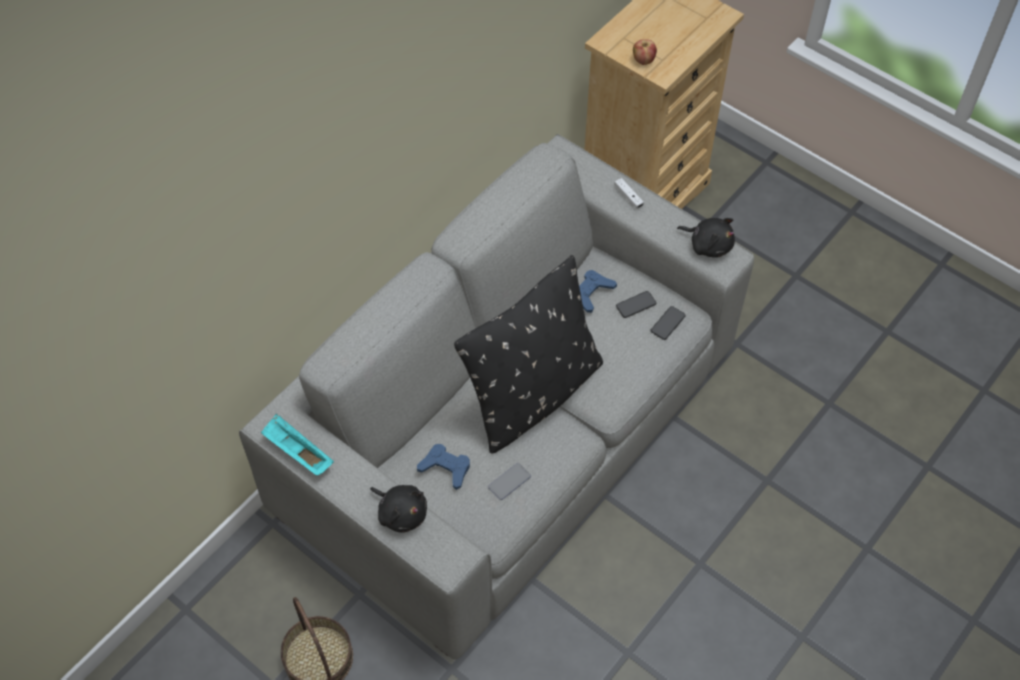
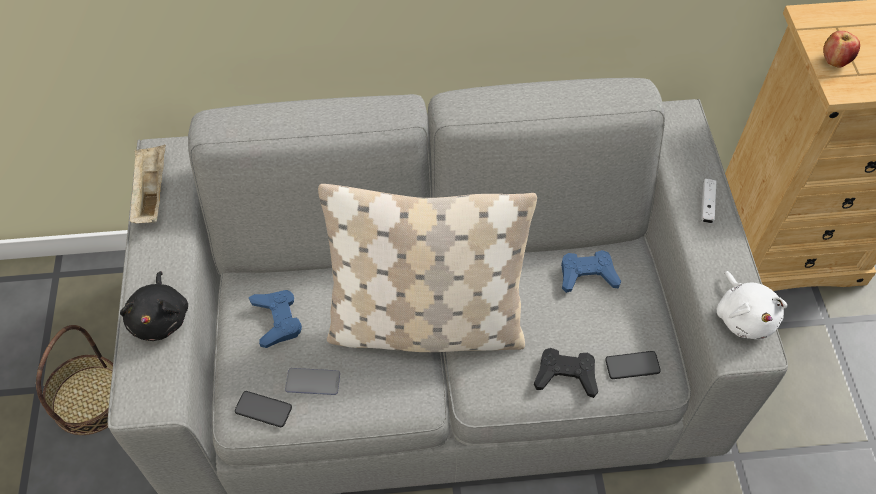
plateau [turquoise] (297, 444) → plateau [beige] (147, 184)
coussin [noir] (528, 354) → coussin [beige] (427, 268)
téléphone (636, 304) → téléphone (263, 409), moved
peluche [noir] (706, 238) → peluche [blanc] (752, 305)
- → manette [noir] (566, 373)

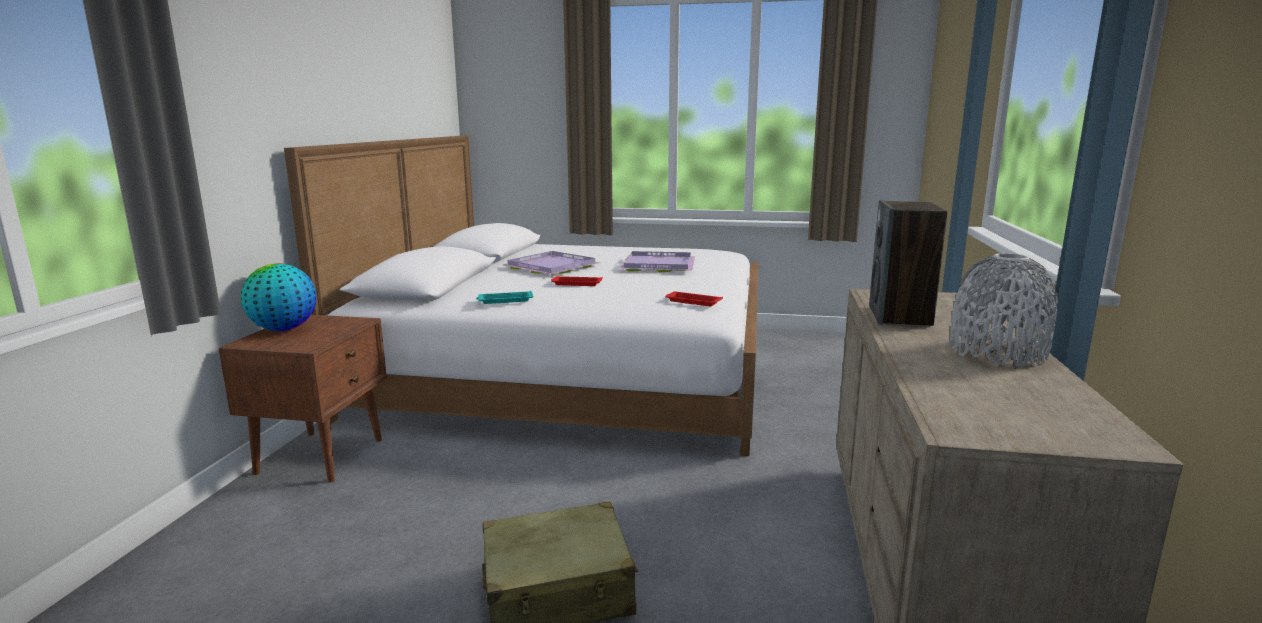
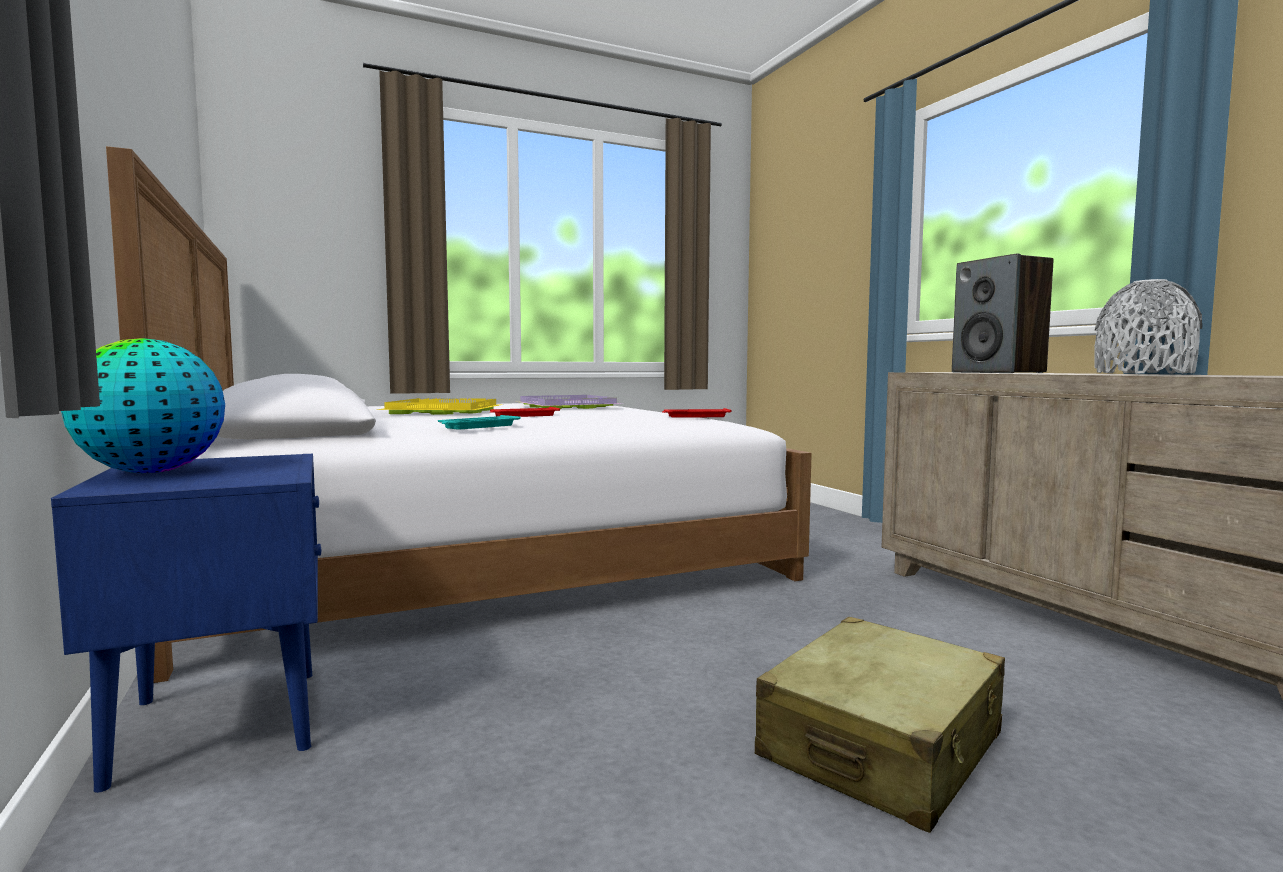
table de chevet [marron] (302, 398) → table de chevet [bleu] (186, 623)
plateau [violet] (552, 263) → plateau [jaune] (437, 406)

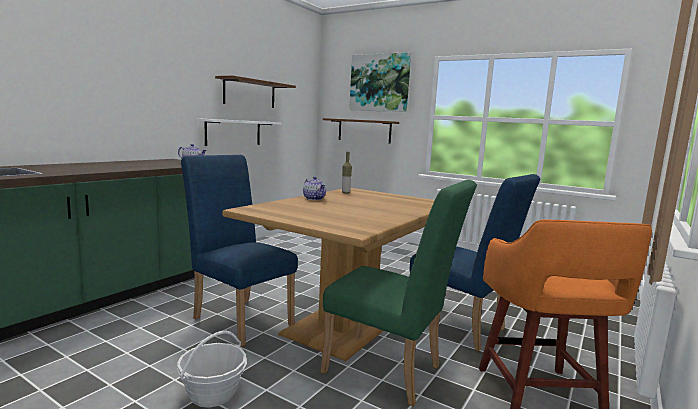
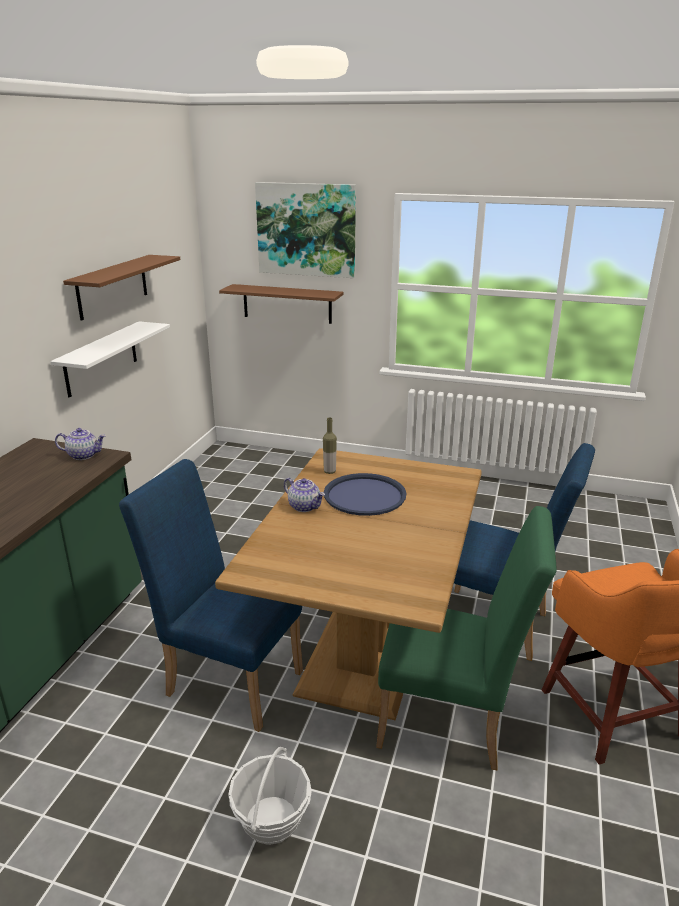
- → plateau [bleu] (365, 494)

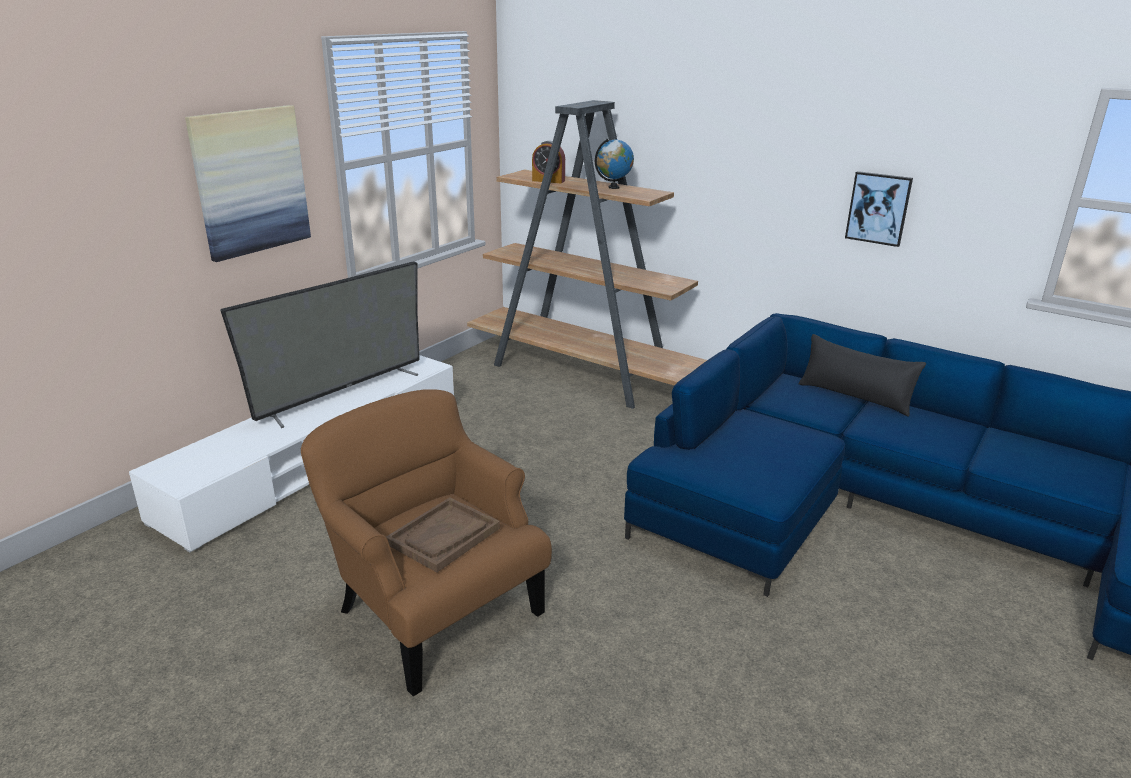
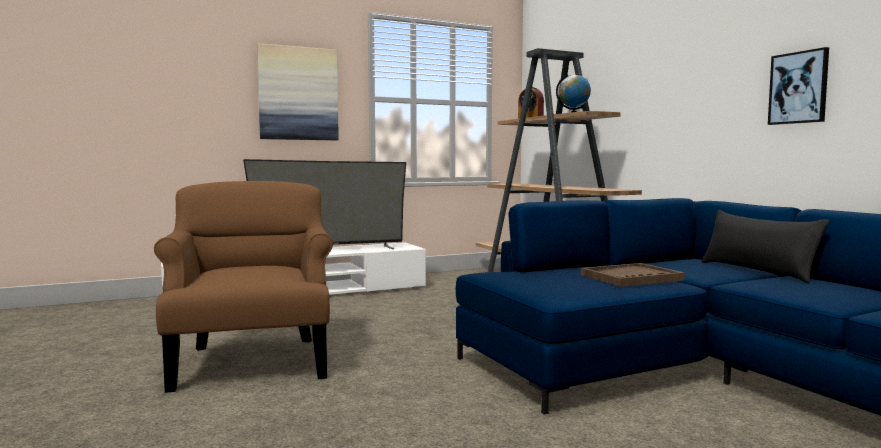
plateau [marron] (443, 534) → plateau [marron] (633, 275), moved

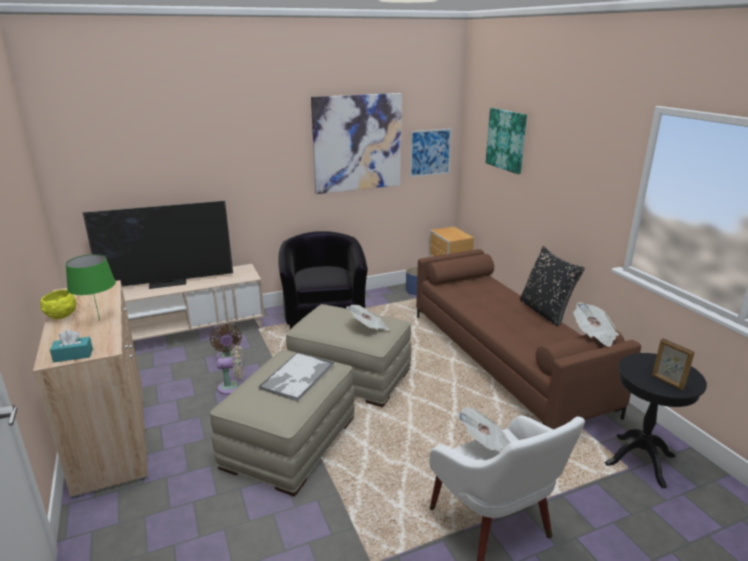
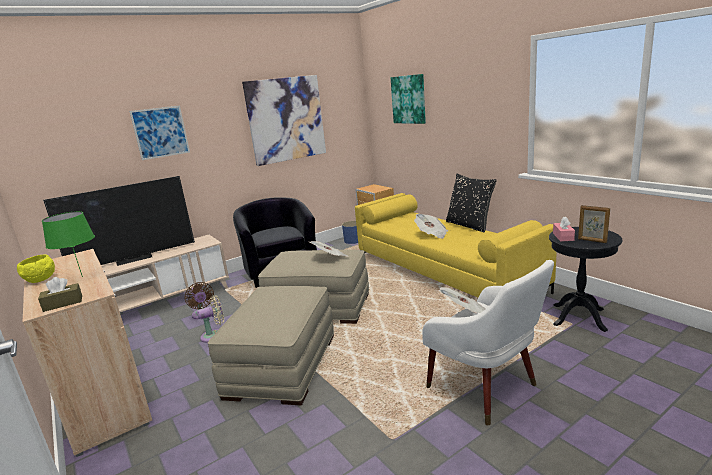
boîte à mouchoirs [turquoise] (71, 346) → boîte à mouchoirs [marron] (60, 294)
plateau (296, 377) → -
tableau (431, 152) → tableau (159, 132), moved
canapé [marron] (528, 339) → canapé [jaune] (456, 245)
journal (596, 324) → journal (431, 226), moved
- → boîte à mouchoirs [rose] (564, 228)

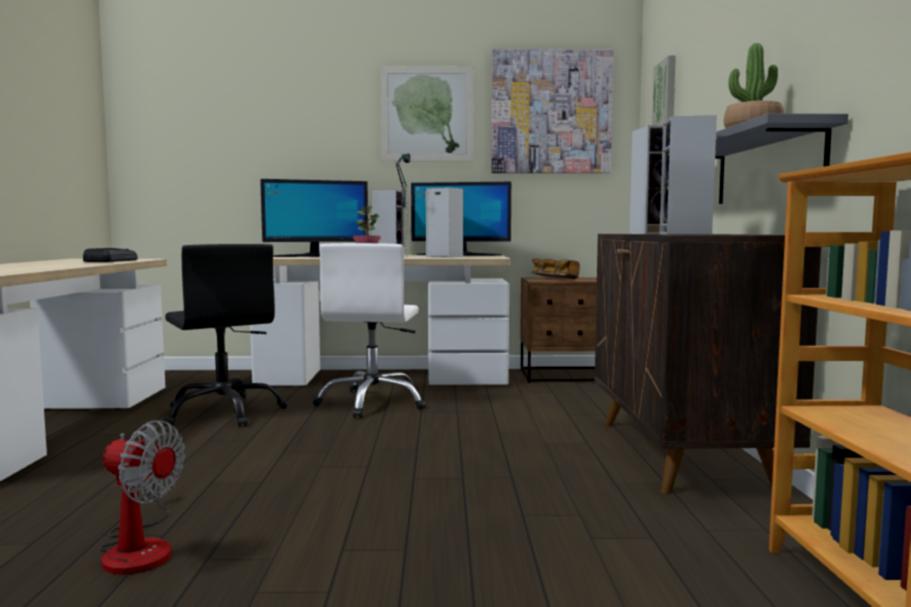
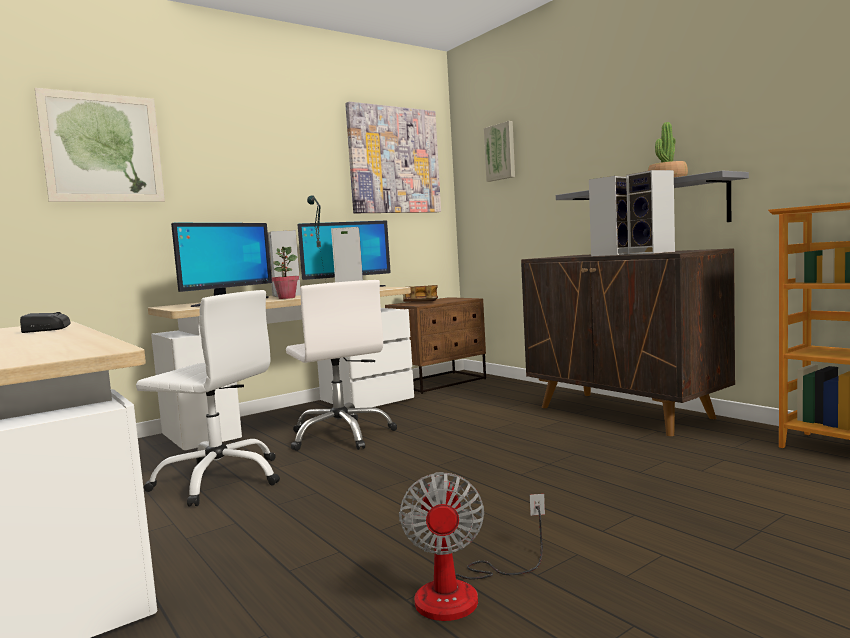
ventilateur (142, 497) → ventilateur (472, 546), 105 degrees clockwise
chaise de bureau [noir] (225, 335) → chaise de bureau [blanc] (208, 398)
tableau (427, 114) → tableau (100, 145), moved

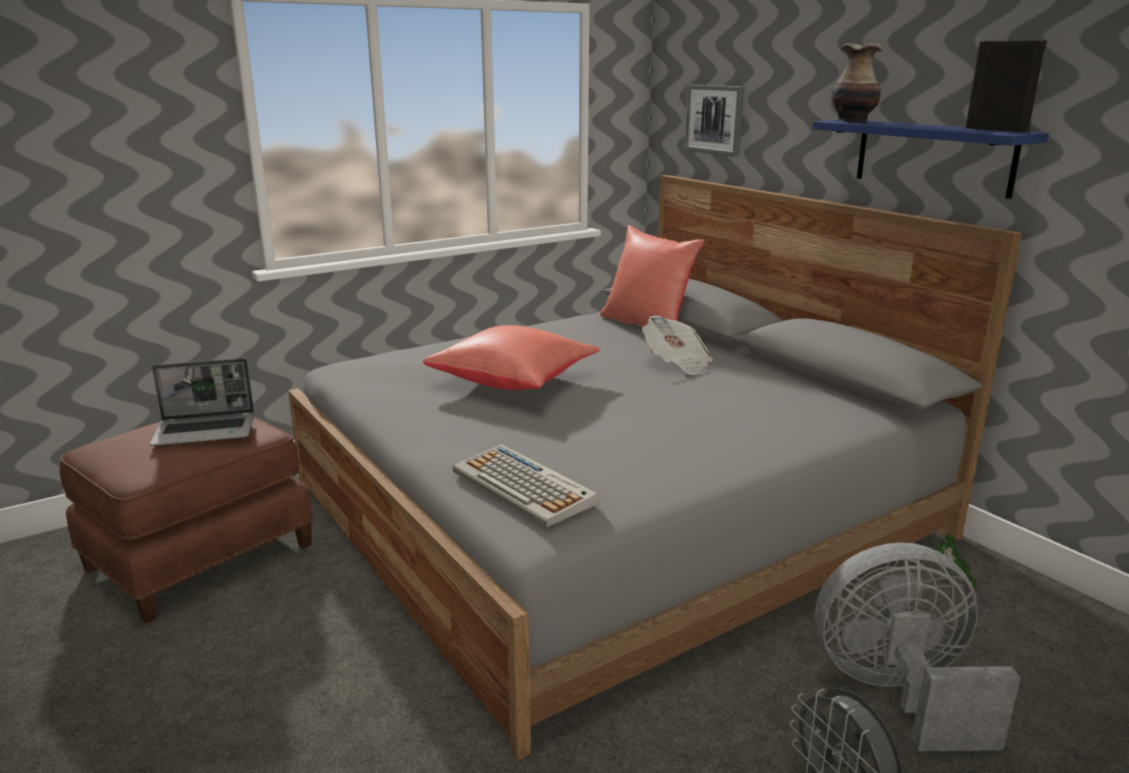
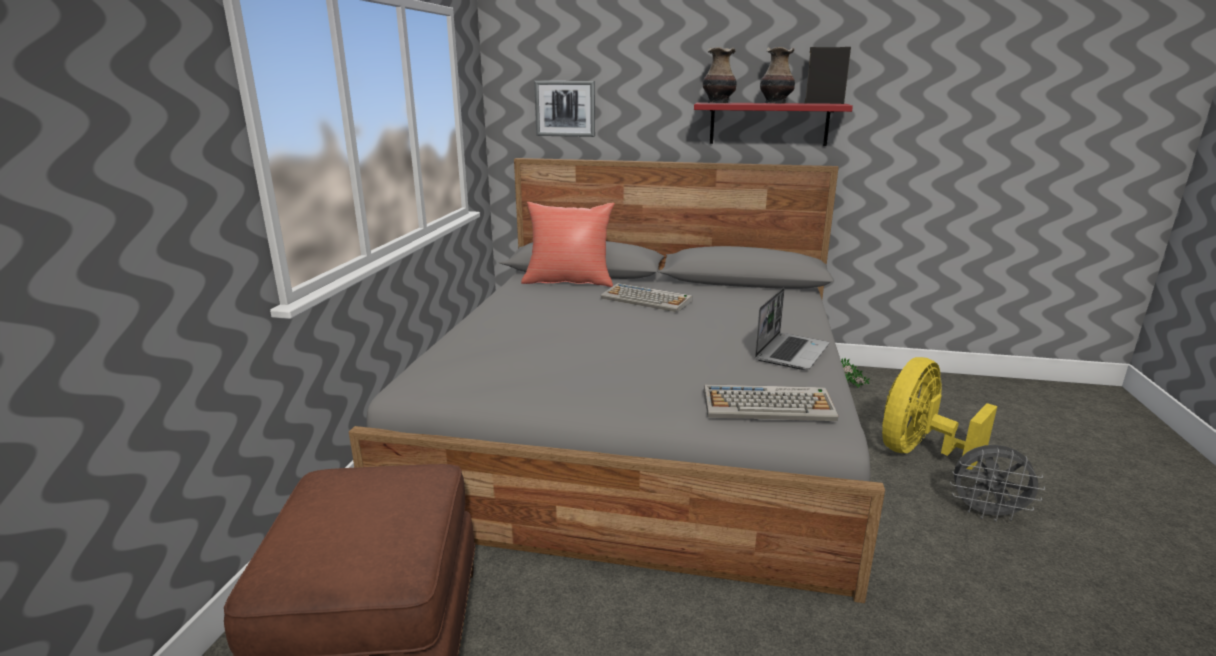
ordinateur portable (202, 402) → ordinateur portable (792, 328), moved
coussin [rouge] (511, 357) → -
journal (677, 345) → clavier (647, 297)
étagère [bleu] (930, 159) → étagère [rouge] (773, 124)
ventilateur [gris] (917, 647) → ventilateur [jaune] (939, 413)
- → vase (777, 75)

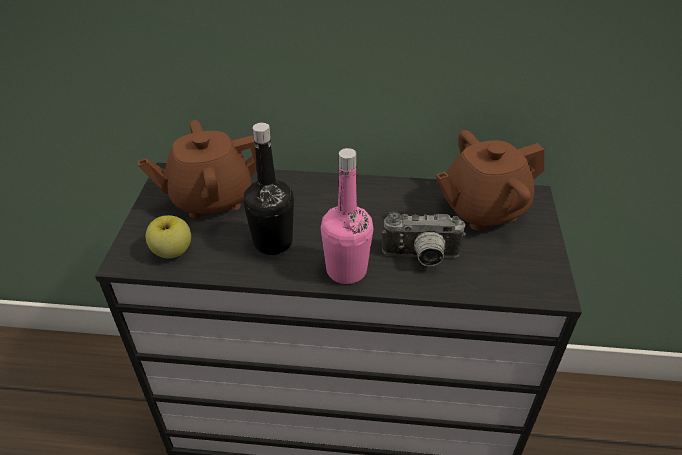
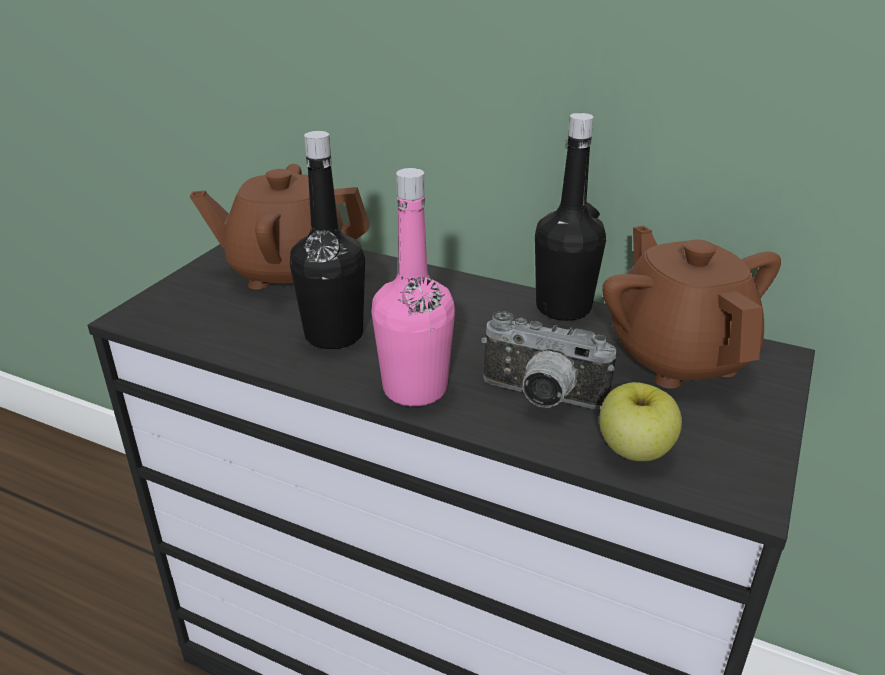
pomme (168, 236) → pomme (640, 421), moved
théière [marron] (490, 180) → théière [marron] (691, 307), 75 degrees clockwise
- → bouteille [noir] (570, 217)

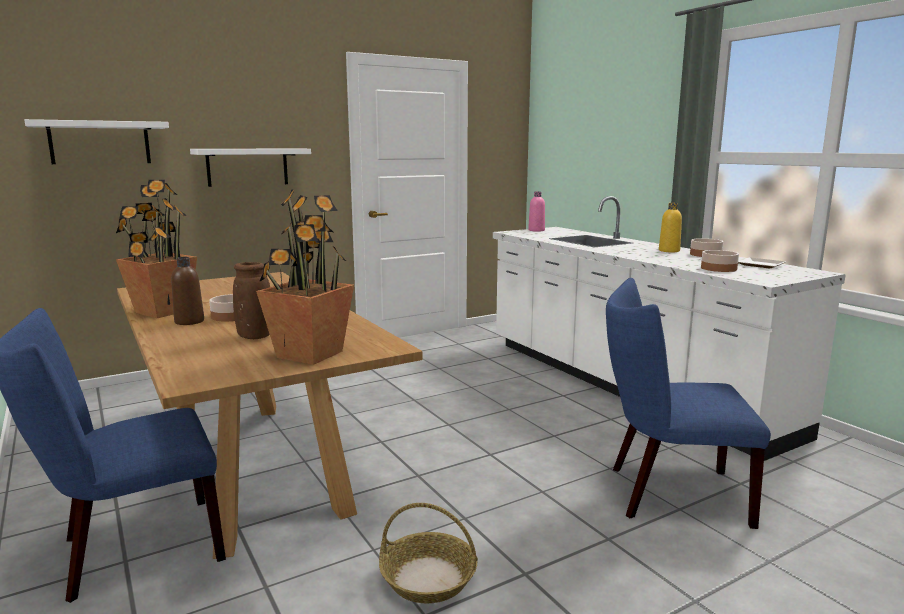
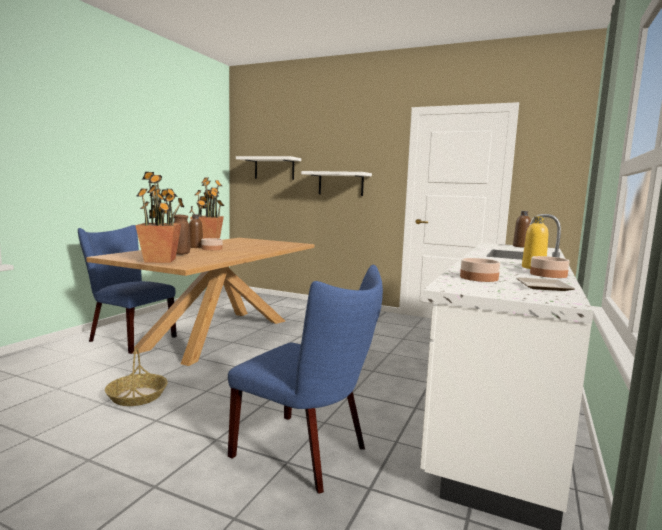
bouteille [rose] (536, 212) → bouteille [marron] (522, 229)
chaise [bleu] (688, 403) → chaise [bleu] (305, 379), 150 degrees clockwise

